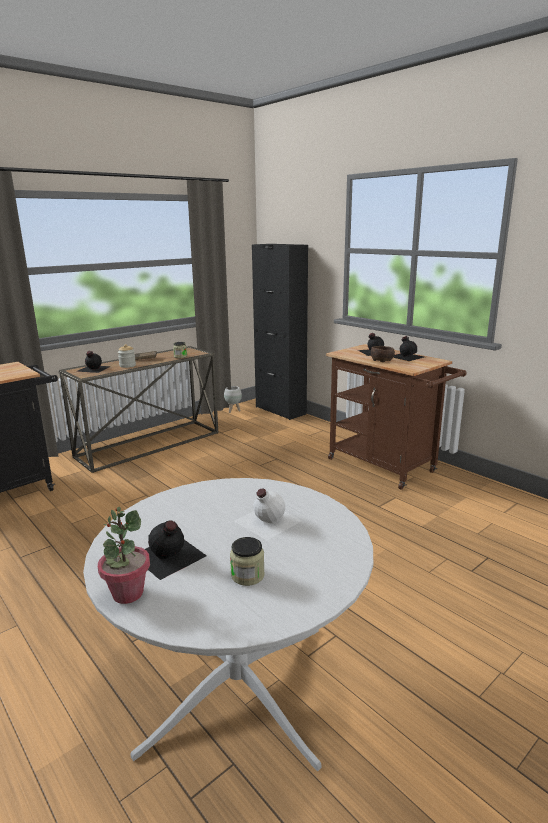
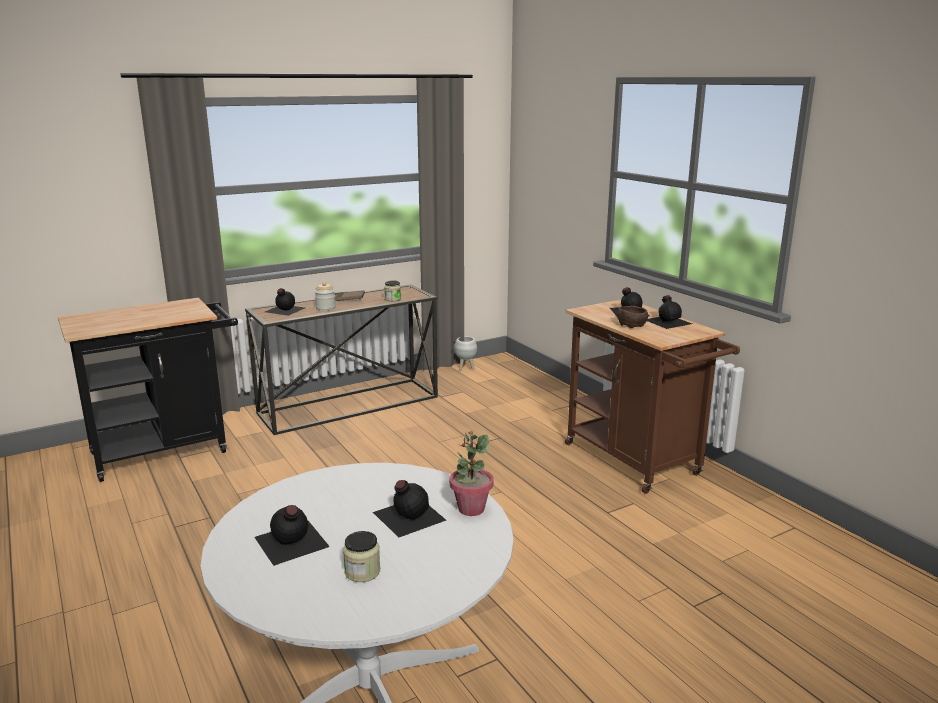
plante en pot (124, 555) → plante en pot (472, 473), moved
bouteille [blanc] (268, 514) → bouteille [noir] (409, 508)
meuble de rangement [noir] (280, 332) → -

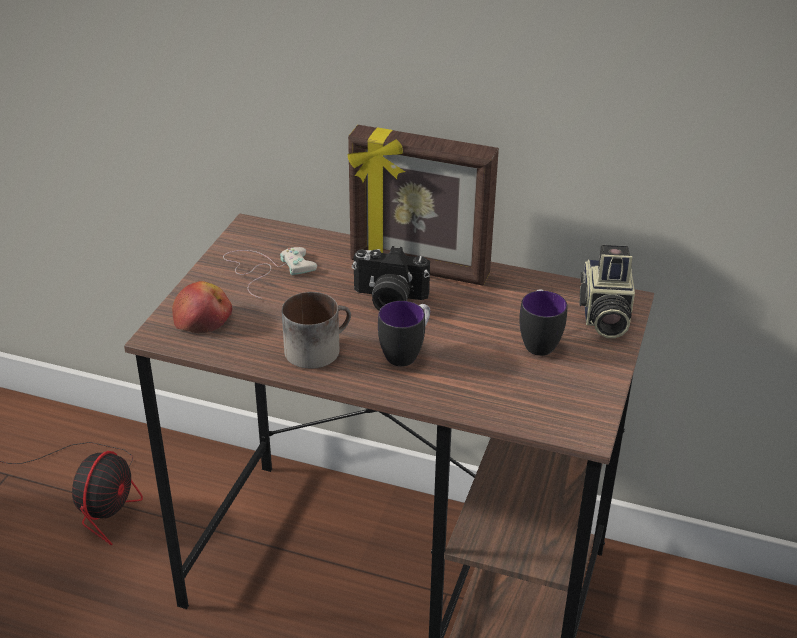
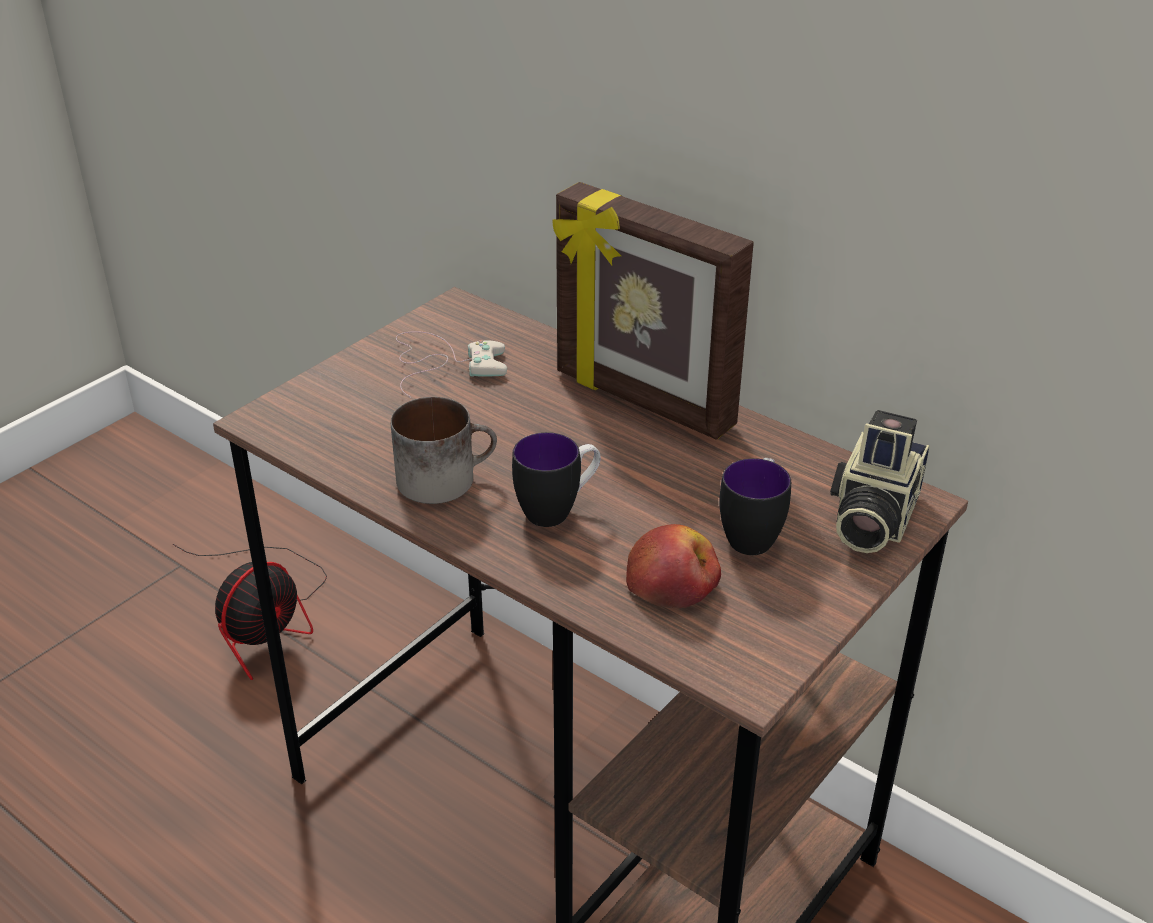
pomme (202, 307) → pomme (673, 566), moved
appareil photo (391, 278) → -

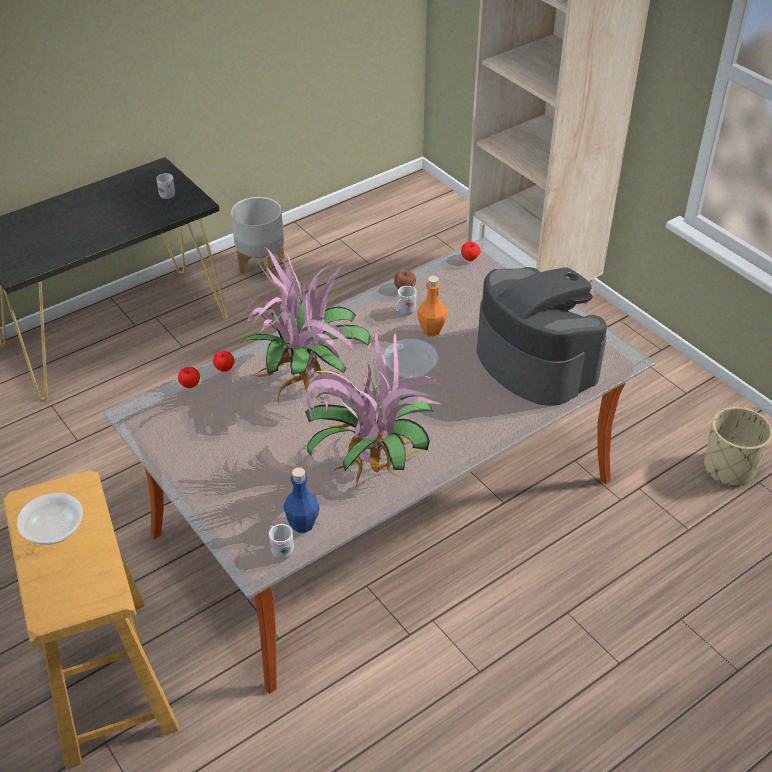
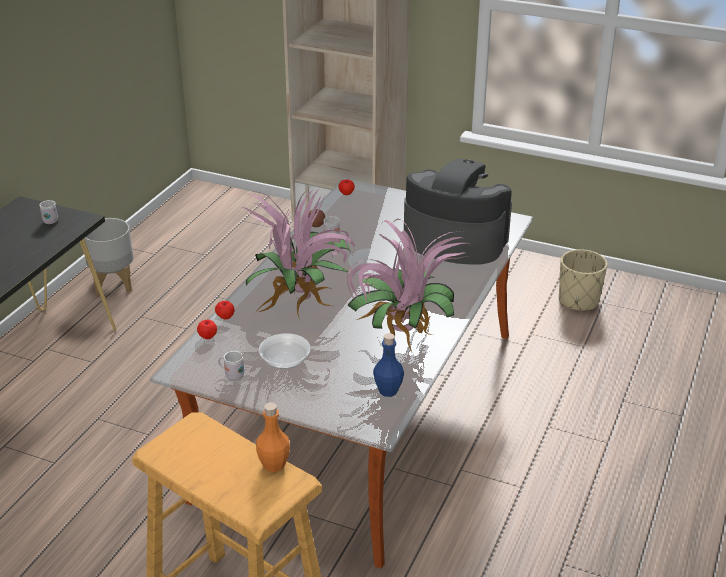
bol (50, 519) → bol (285, 351), moved
mug [blanc] (281, 541) → mug [blanc] (231, 366), moved
bouteille [orange] (432, 306) → bouteille [orange] (273, 437), moved

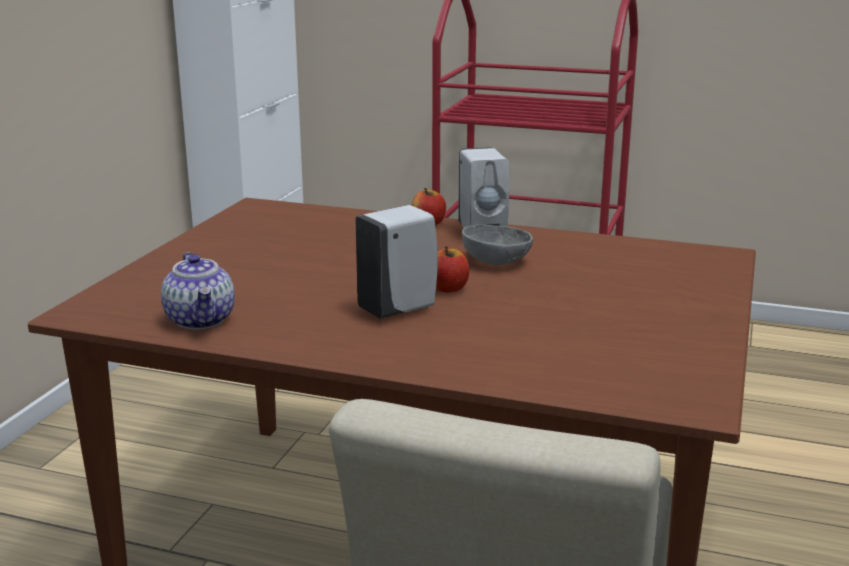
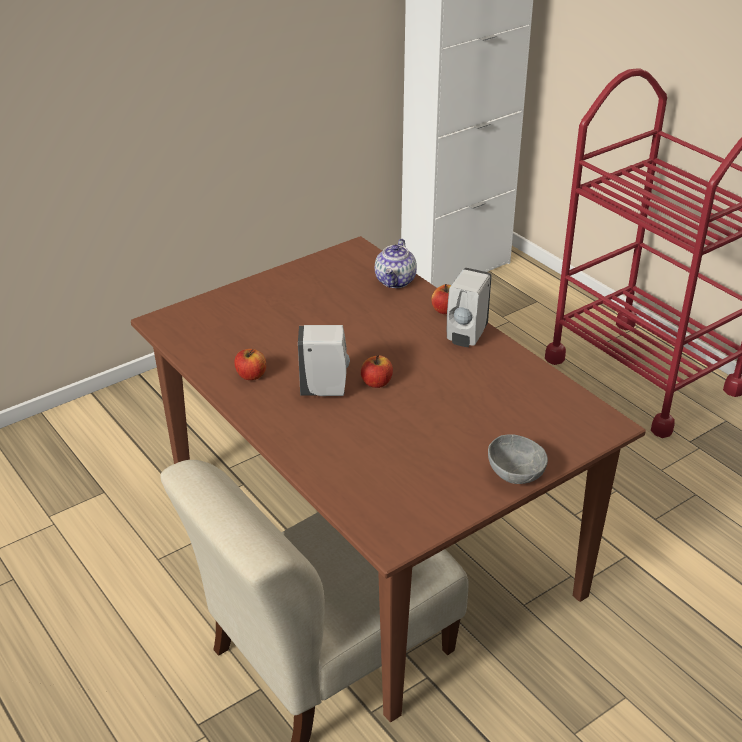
théière (198, 291) → théière (396, 263), moved
bol [gris] (497, 245) → bol [gris] (518, 459), moved
- → pomme (250, 364)

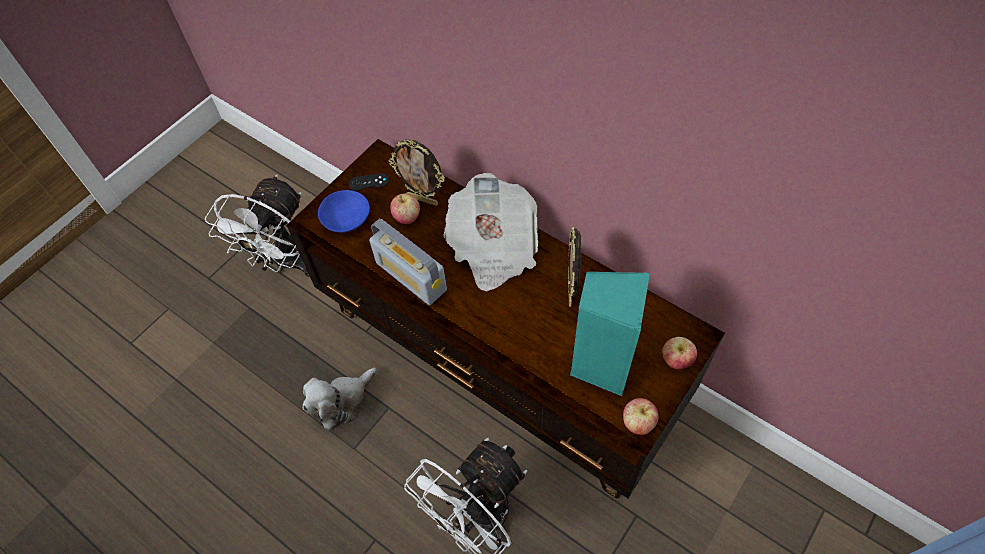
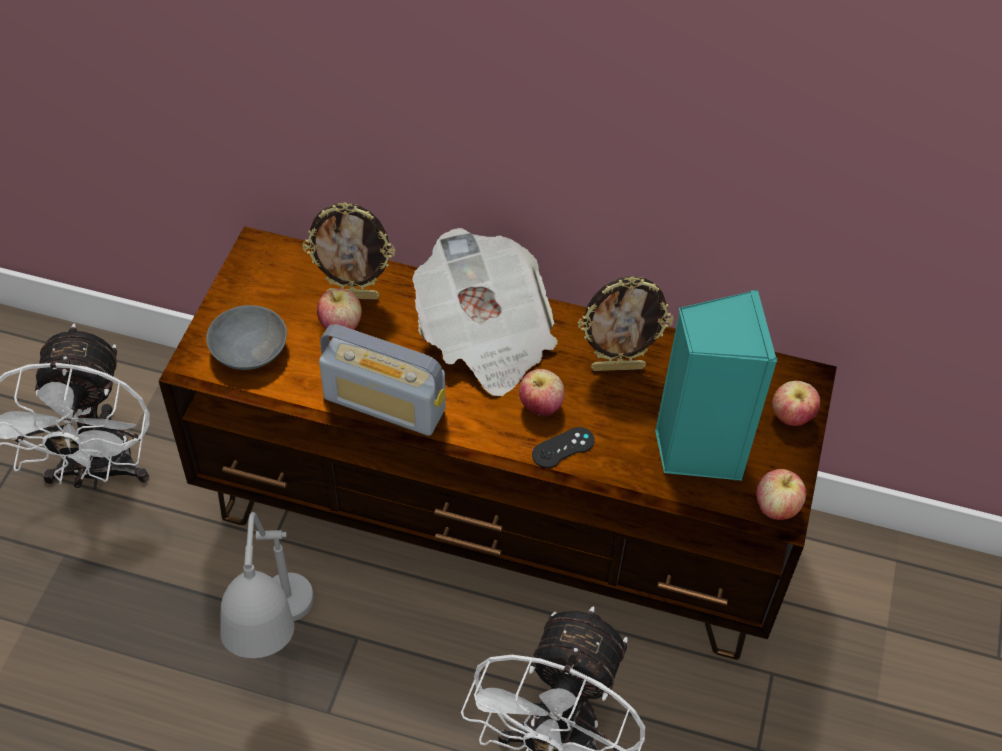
peluche (340, 399) → lampe de table [gris] (267, 585)
bol [bleu] (344, 211) → bol [gris] (246, 337)
manette [noir] (369, 182) → manette [noir] (563, 447), moved
cadre photo (574, 267) → cadre photo (626, 323), 75 degrees counterclockwise
- → pomme (541, 392)

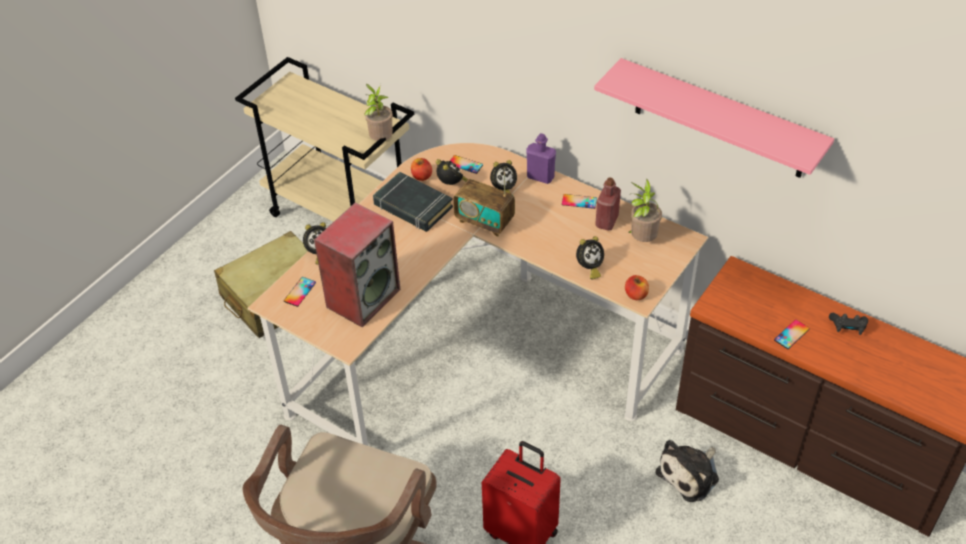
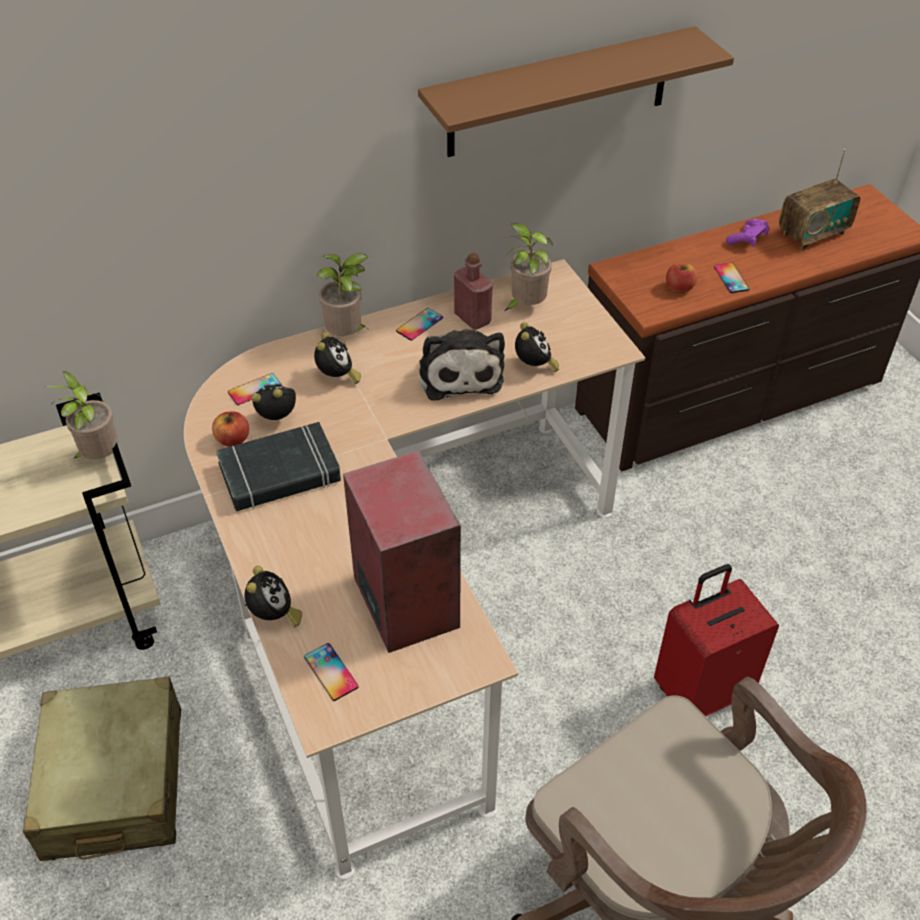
radio (484, 204) → radio (820, 199), moved
bouteille [violet] (541, 158) → plante en pot (342, 294)
étagère [rose] (714, 118) → étagère [marron] (576, 91)
pomme (637, 287) → pomme (681, 278), moved
peluche (687, 471) → peluche (462, 365), moved
manette [noir] (848, 324) → manette [violet] (748, 233)

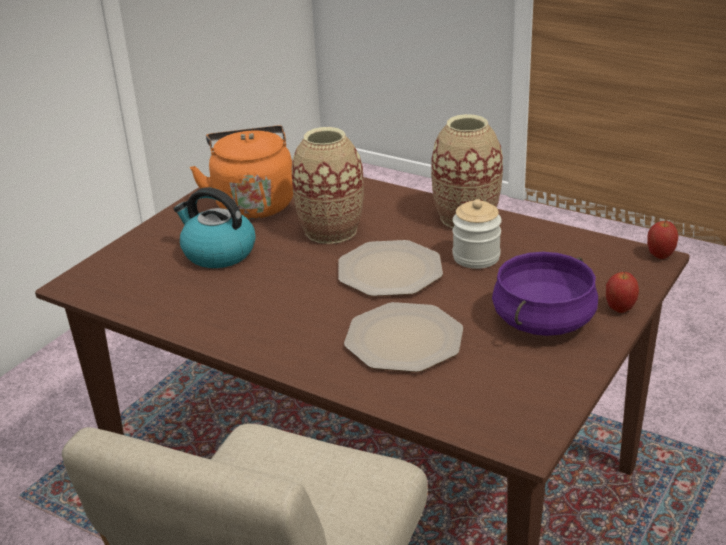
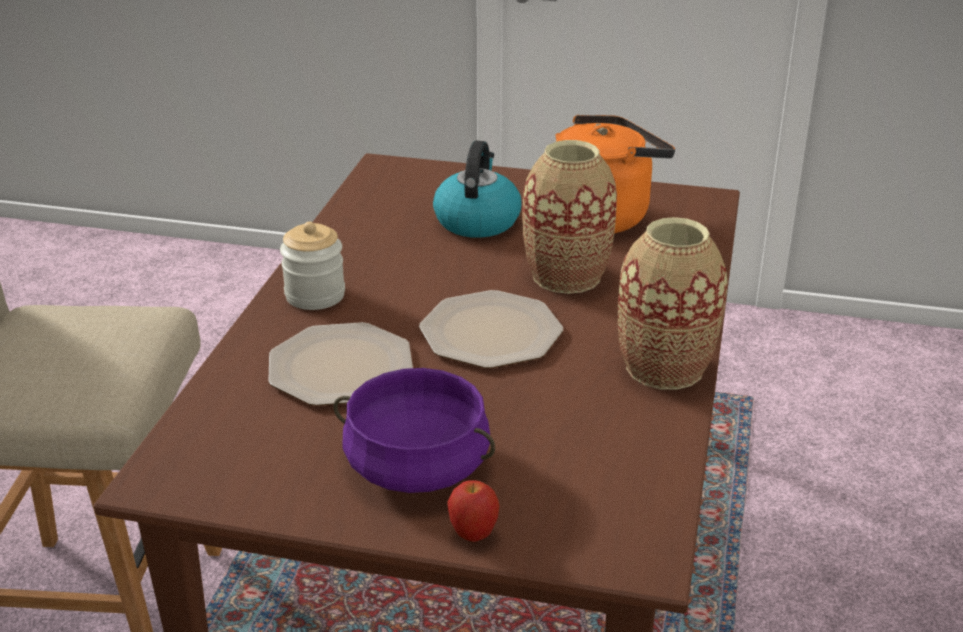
bocal (477, 234) → bocal (312, 266), moved
pomme (662, 240) → -

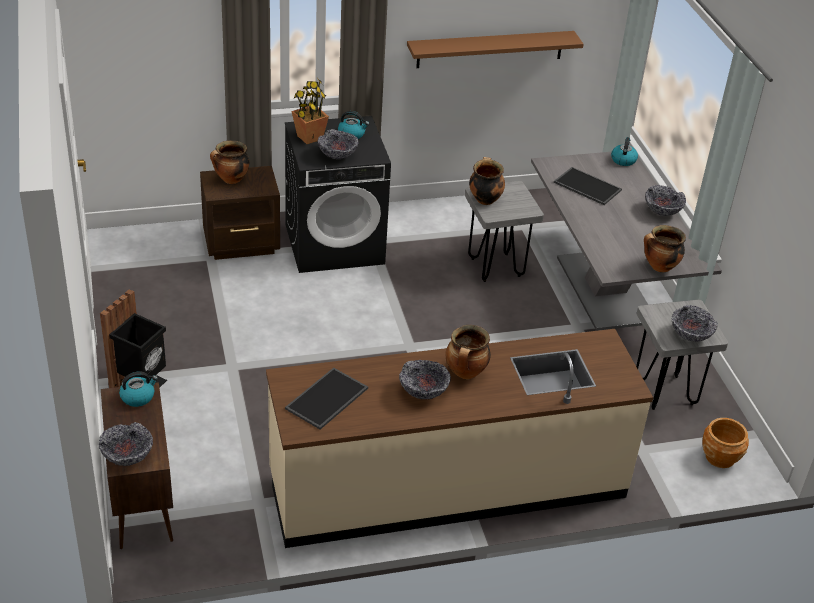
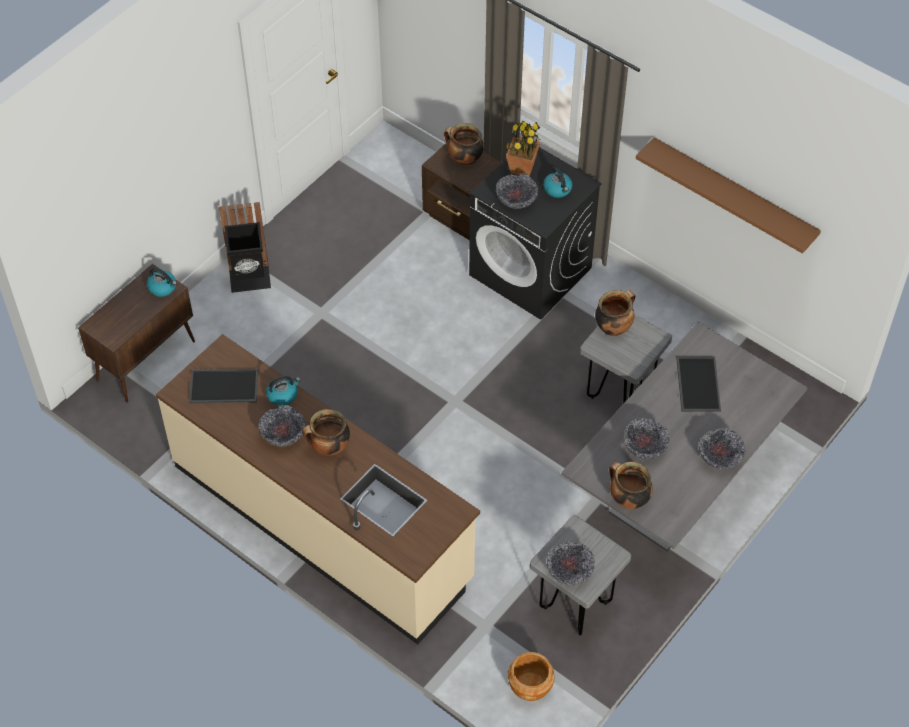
bol (126, 444) → bol (647, 438), moved
bouilloire (624, 151) → bouilloire (283, 391), moved

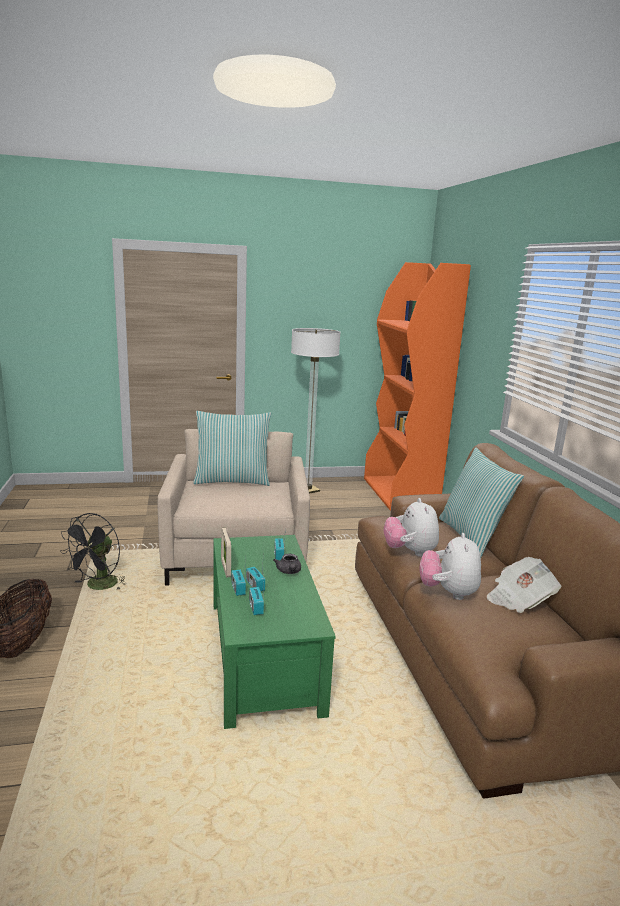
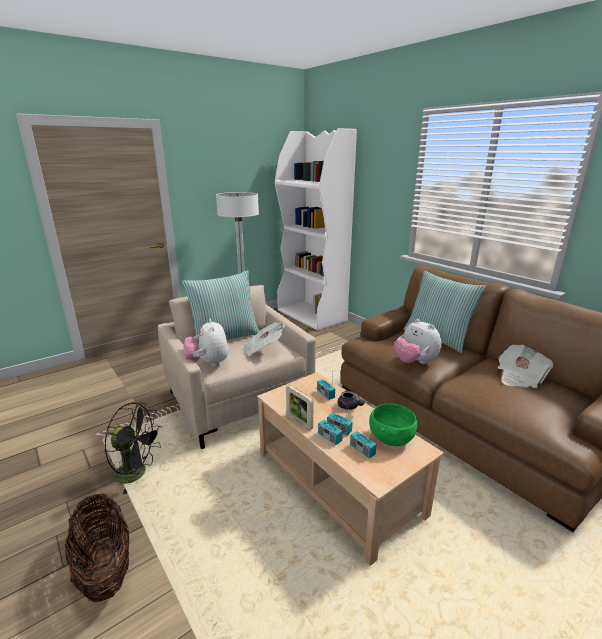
ventilateur [noir] (93, 551) → ventilateur [noir] (133, 448), 75 degrees counterclockwise
table basse [vert] (274, 632) → table basse [beige] (350, 469)
bibliothèque [orange] (417, 386) → bibliothèque [blanc] (316, 229)
peluche (450, 566) → peluche (206, 343), moved
- → journal (262, 338)
- → bol [vert] (393, 424)

